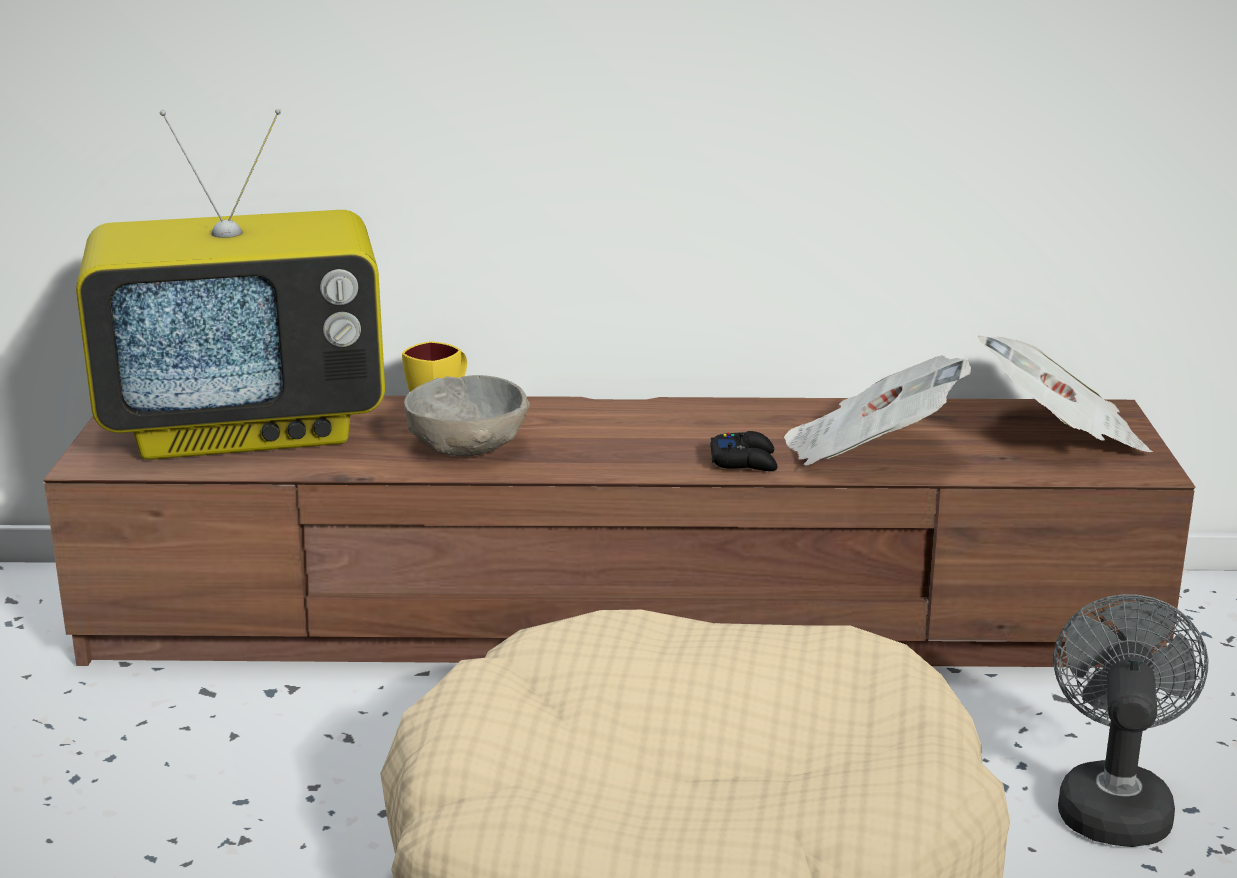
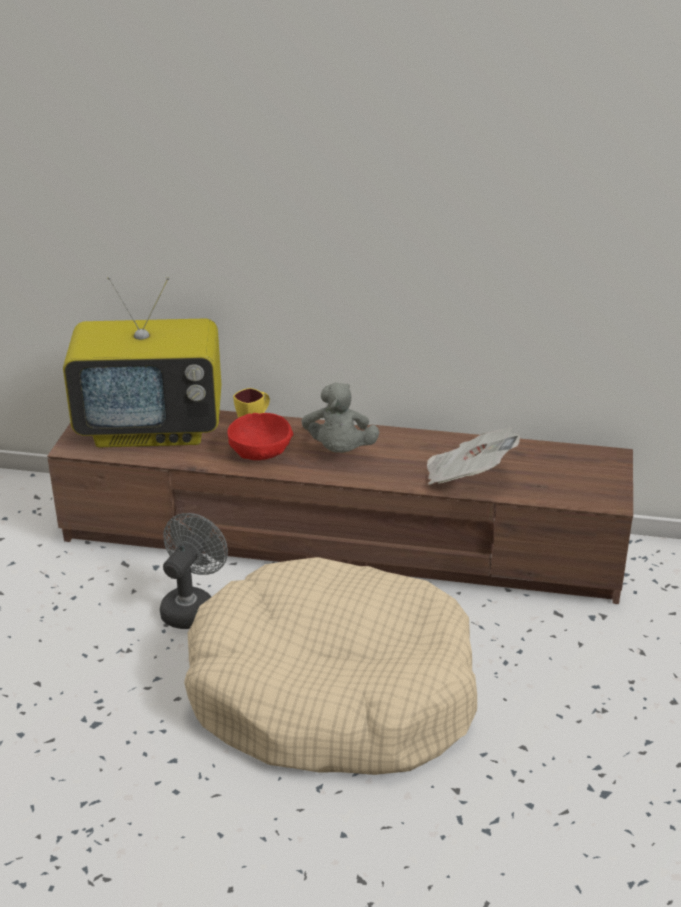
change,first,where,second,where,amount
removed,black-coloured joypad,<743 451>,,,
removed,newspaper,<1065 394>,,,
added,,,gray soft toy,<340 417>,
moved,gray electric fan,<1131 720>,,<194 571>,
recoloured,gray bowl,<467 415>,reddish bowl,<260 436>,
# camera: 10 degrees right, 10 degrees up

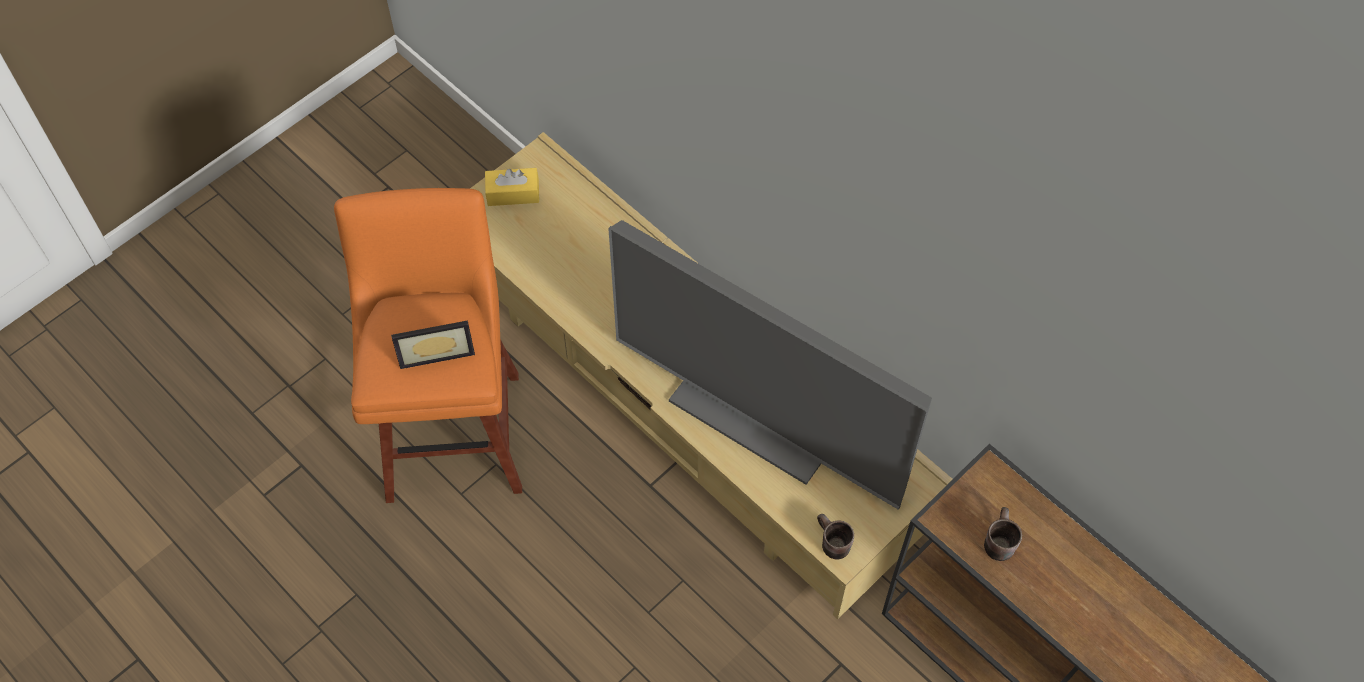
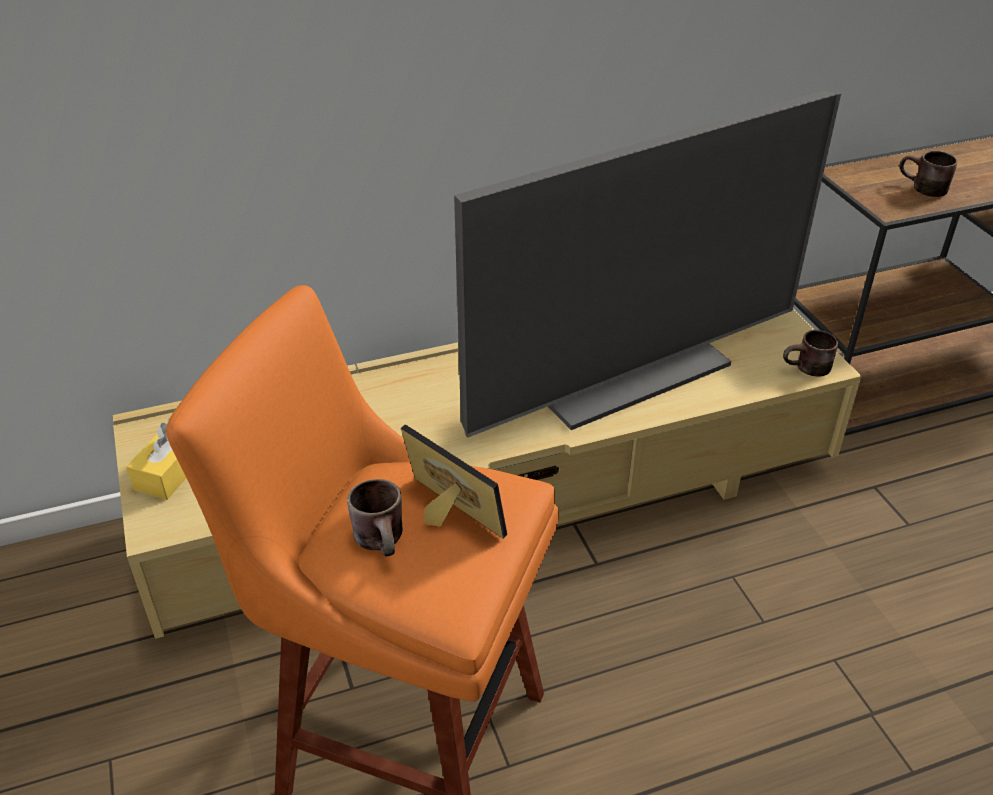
change,first,where,second,where,amount
added,,,brown mug,<375 518>,
turned,photo frame,<433 344>,,<454 482>,60 degrees counterclockwise
# camera: 65 degrees left, 20 degrees down

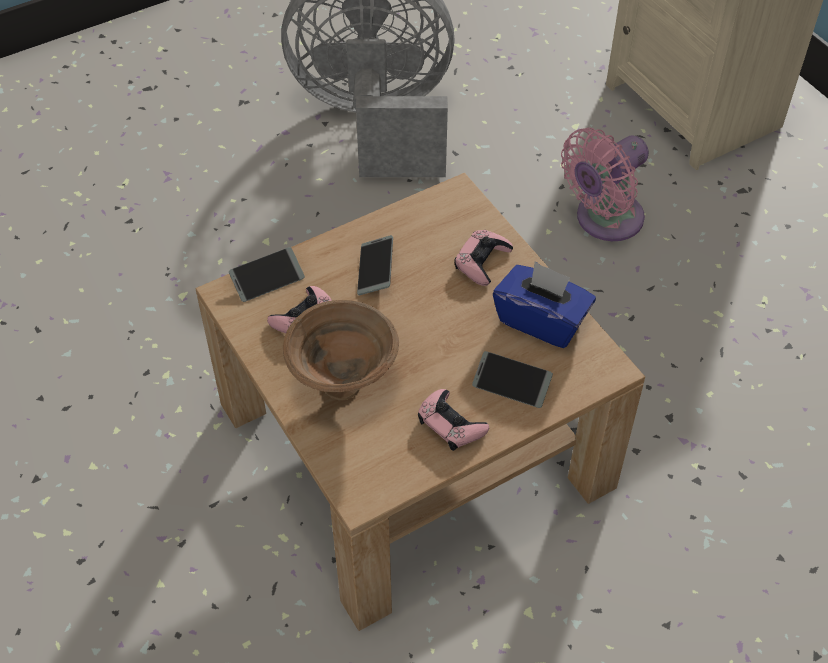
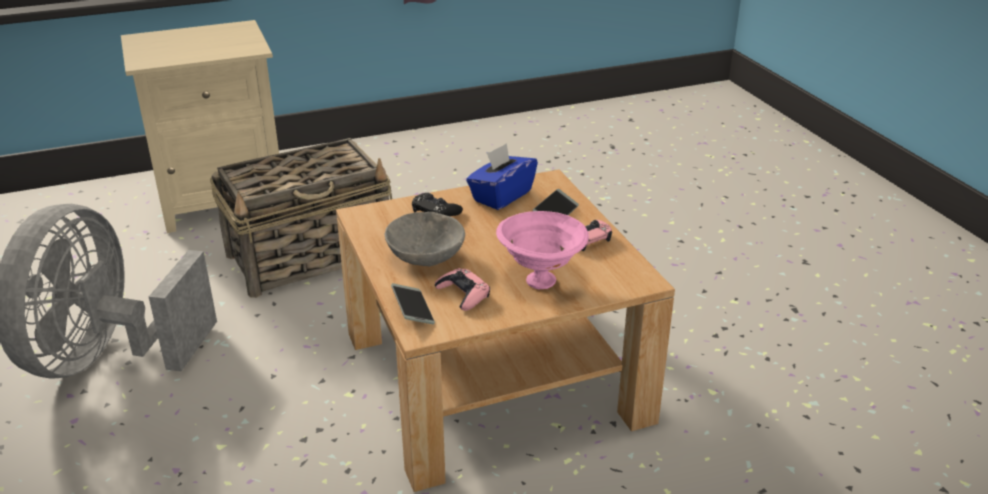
change,first,where,second,where,amount
replaced,telephone,<375 265>,gray bowl,<424 239>,
replaced,pink-coloured electric fan,<605 184>,basket,<301 218>,
recoloured,brown bowl,<341 350>,pink-coloured bowl,<542 250>,
recoloured,pink-coloured joypad,<483 258>,black-coloured joypad,<437 204>,
# camera: 80 degrees left, 20 degrees down

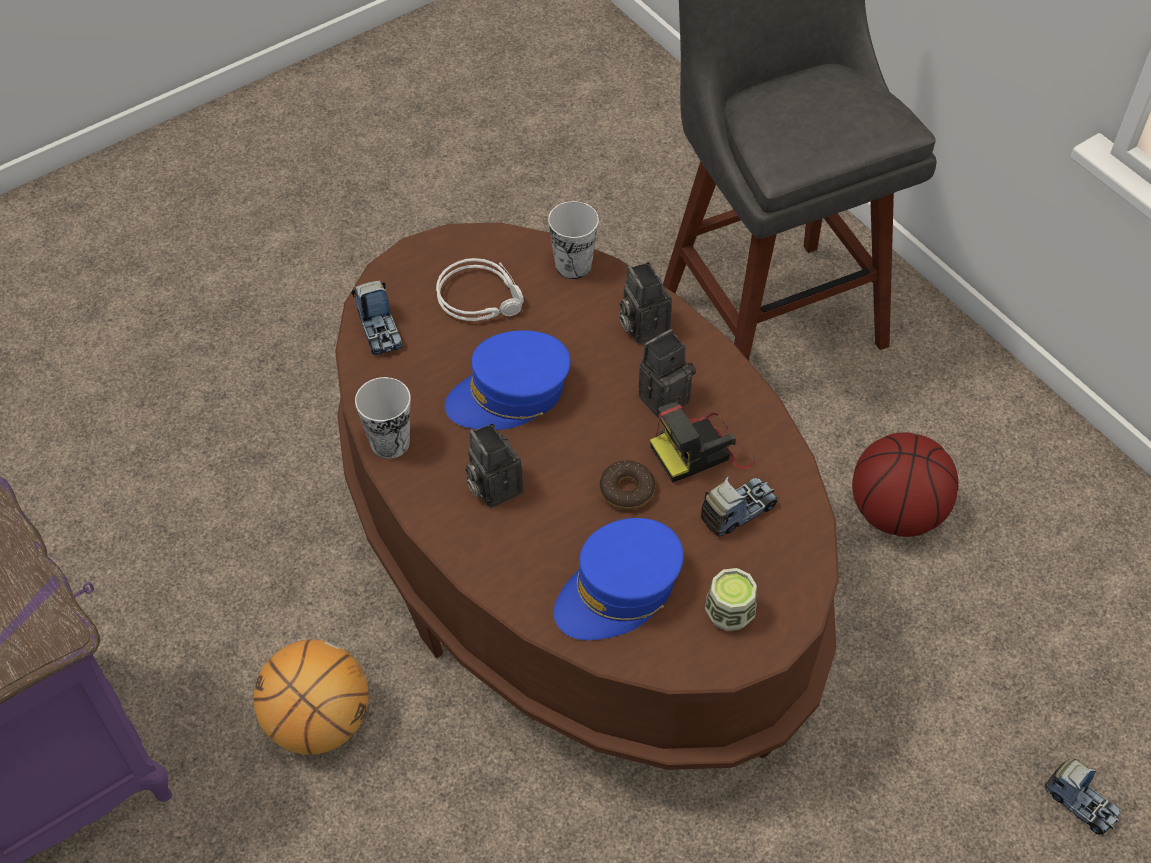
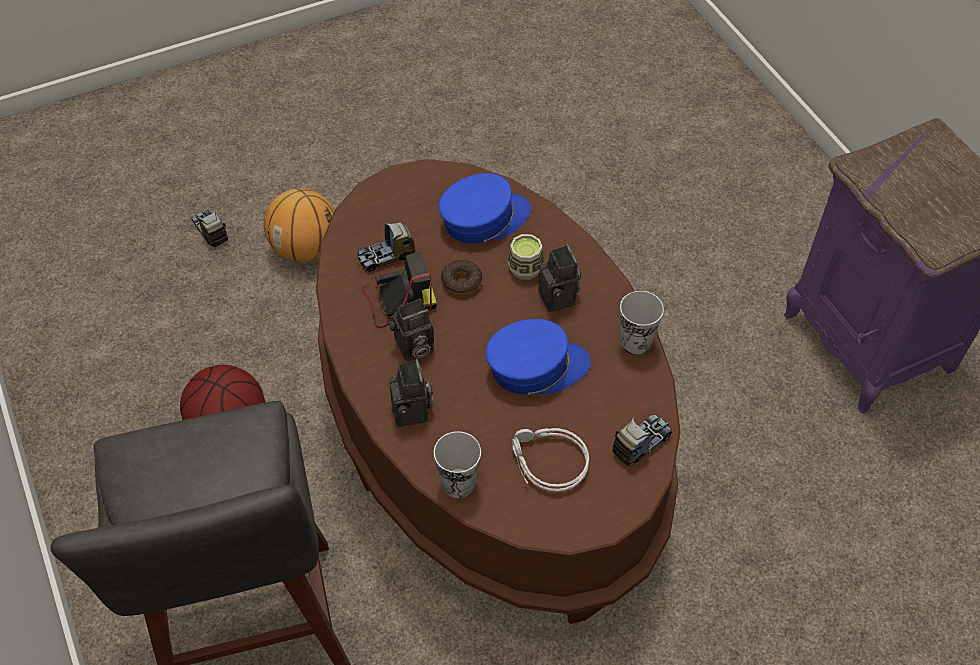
change,first,where,second,where,amount
moved,basketball,<311 697>,,<299 225>,
moved,drinking cup,<731 599>,,<525 257>,
turned,toy lorry,<377 317>,,<642 440>,60 degrees clockwise
# camera: 170 degrees left, 0 degrees up

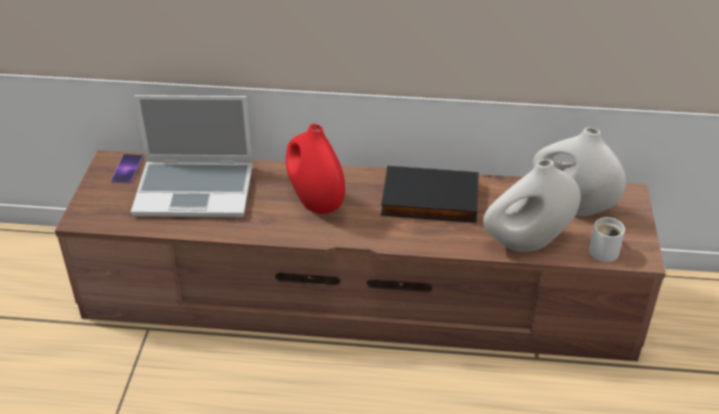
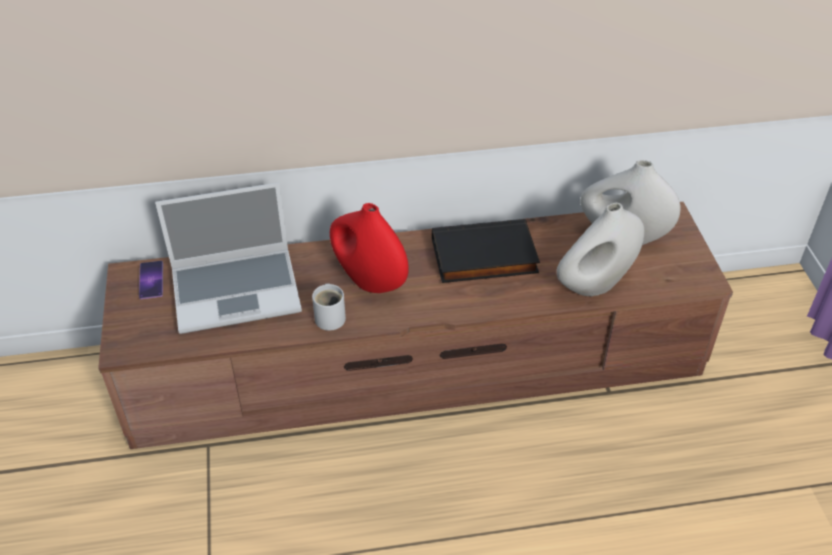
change,first,where,second,where,amount
moved,white mug,<607 239>,,<329 307>,
# camera: 15 degrees left, 5 degrees up

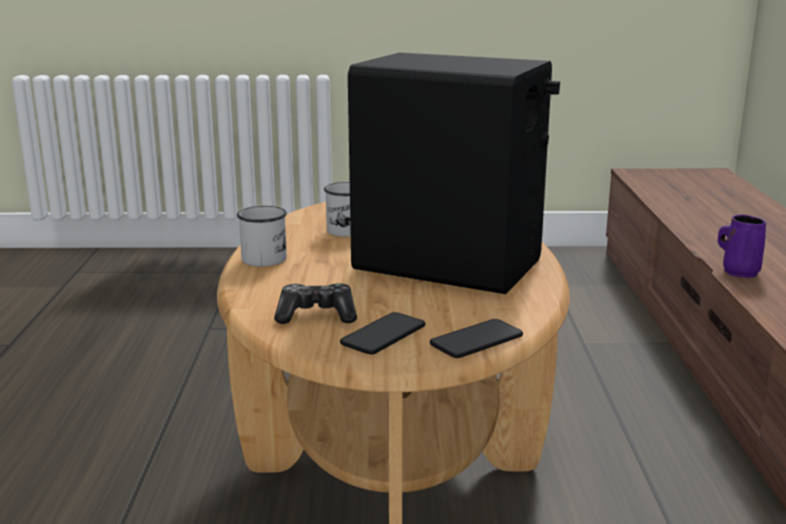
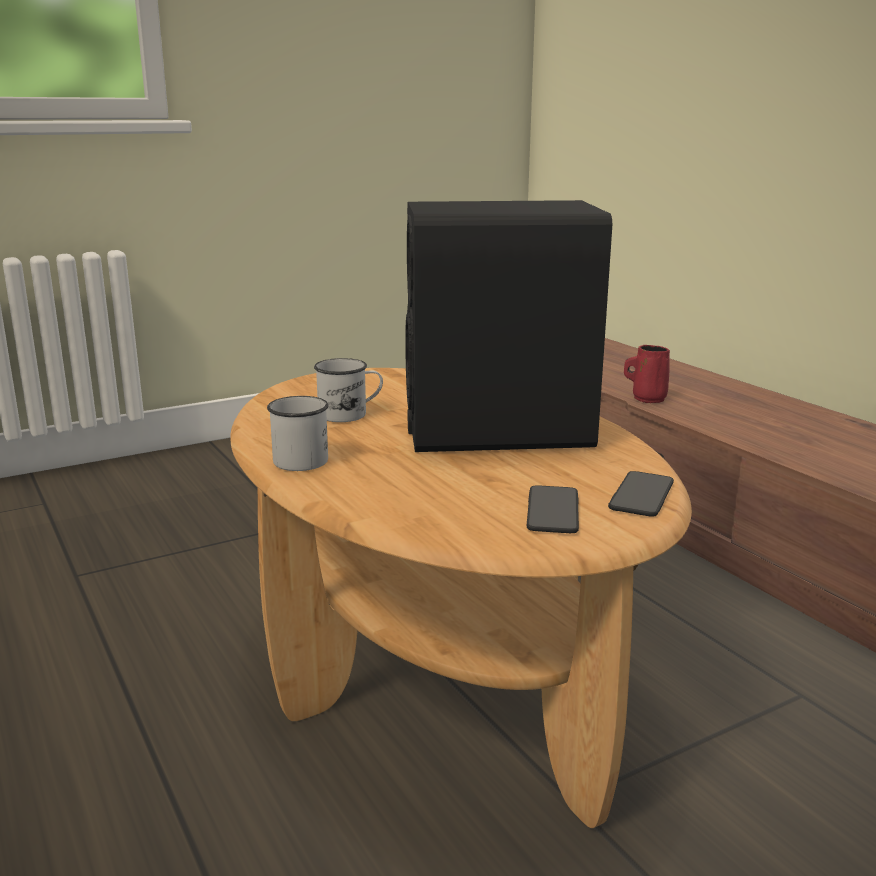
change,first,where,second,where,amount
removed,joypad,<315 303>,,,
recoloured,purple-coloured mug,<742 246>,reddish mug,<647 374>,
# camera: 30 degrees left, 0 degrees up

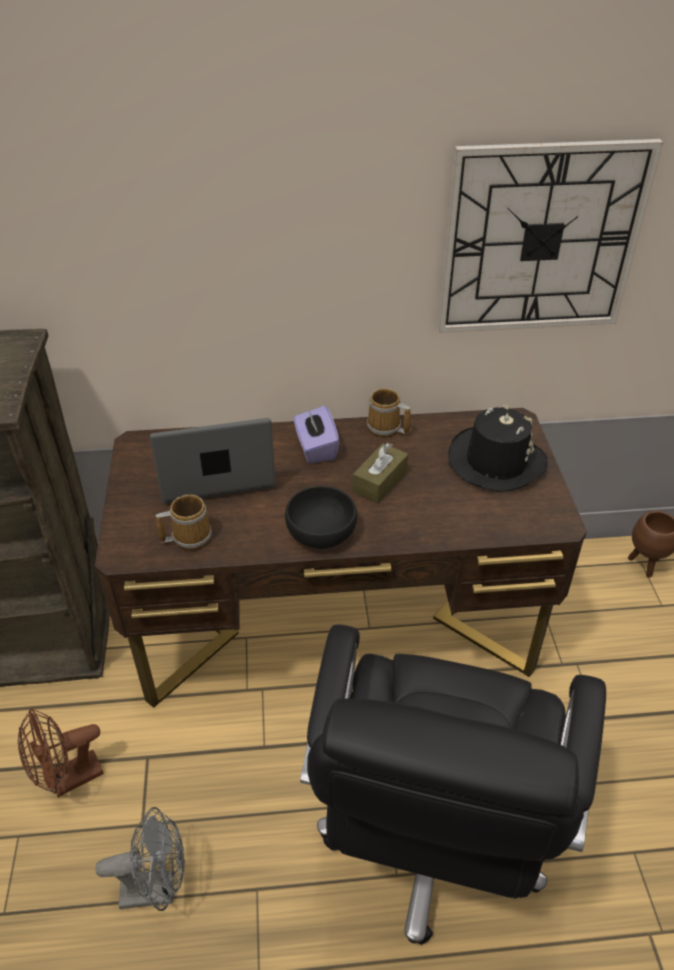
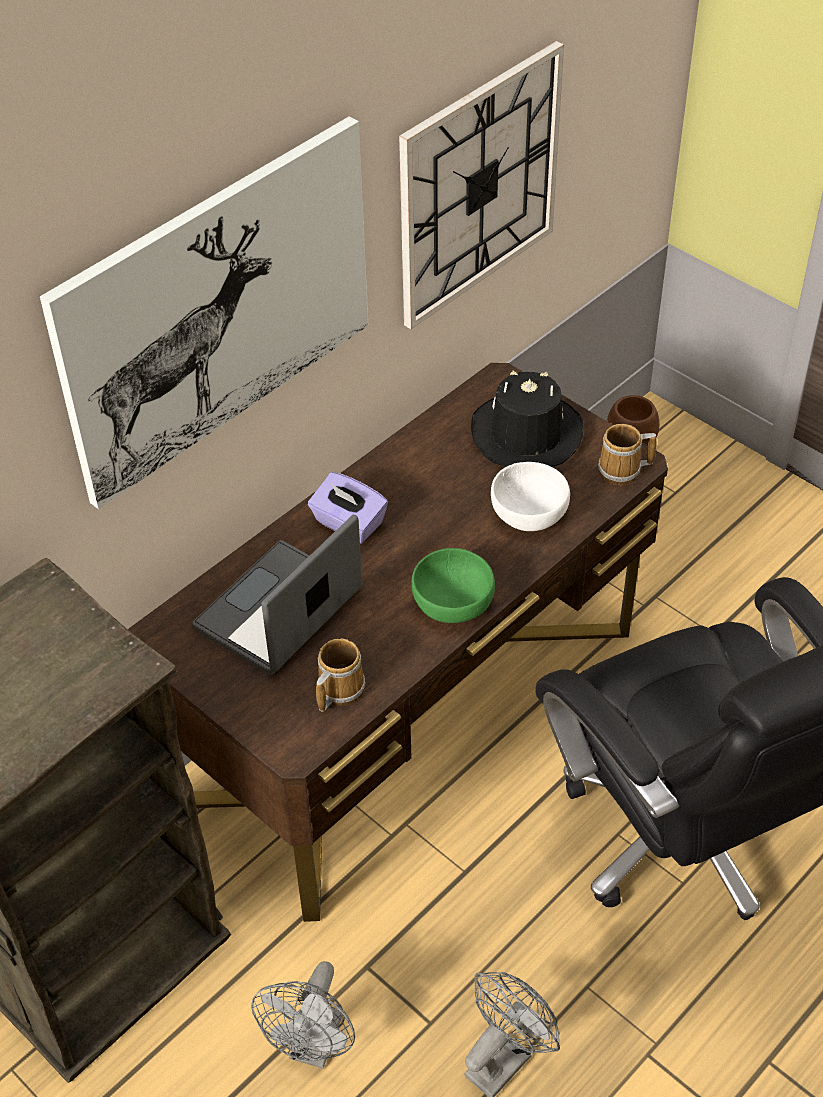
change,first,where,second,where,amount
removed,brown tissue holder,<380 473>,,,
added,,,picture,<204 312>,
added,,,white bowl,<530 496>,
moved,mug,<389 413>,,<627 454>,
recoloured,brown electric fan,<60 752>,gray electric fan,<303 1015>,
recoloured,black-coloured bowl,<321 517>,greenish bowl,<453 585>,
# camera: 40 degrees left, 5 degrees up

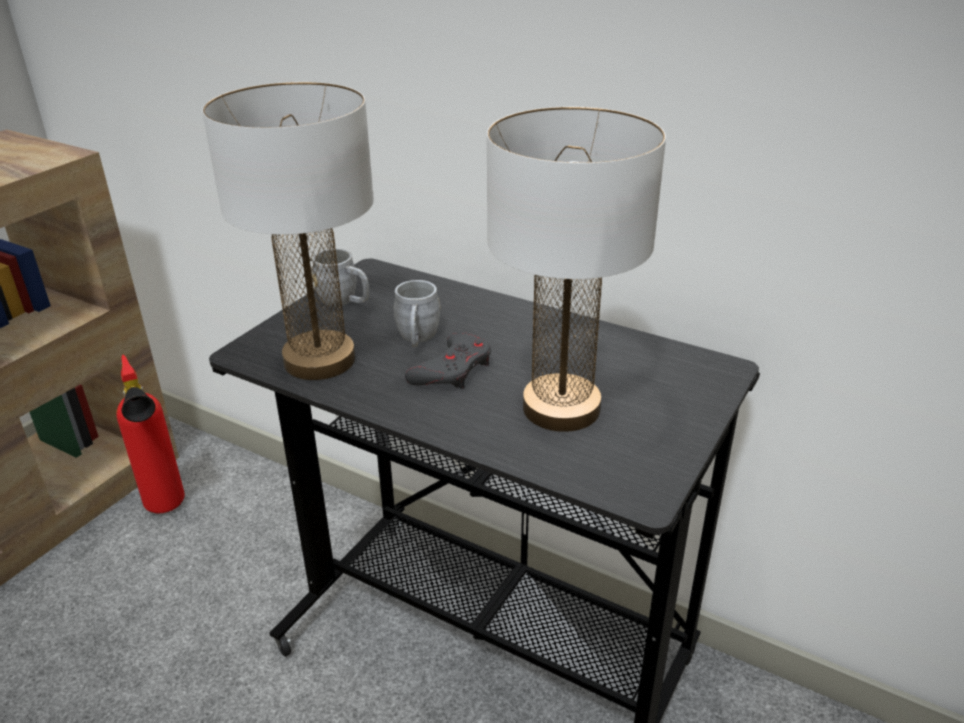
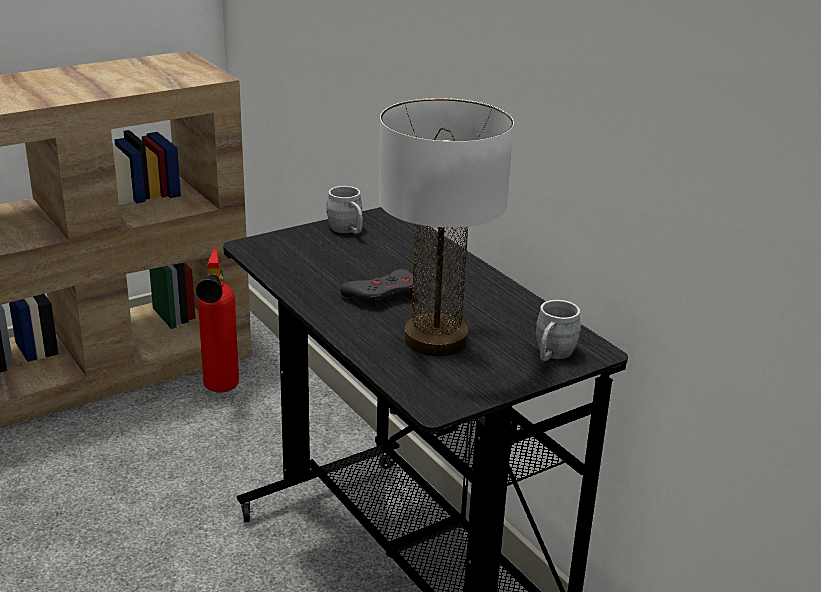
change,first,where,second,where,amount
removed,tabletop lamp,<288 231>,,,
moved,gray mug,<417 313>,,<558 330>,
# camera: 25 degrees right, 5 degrees down

